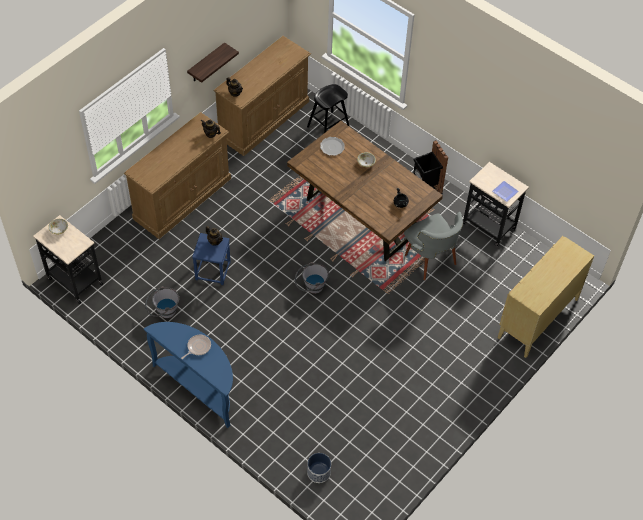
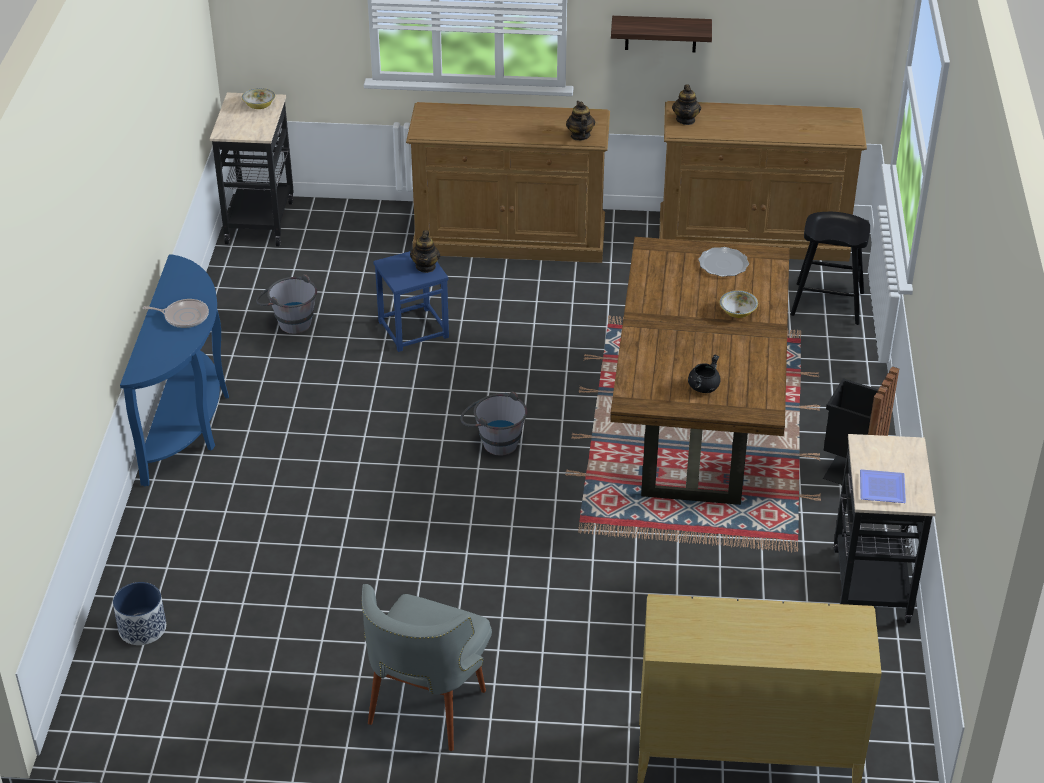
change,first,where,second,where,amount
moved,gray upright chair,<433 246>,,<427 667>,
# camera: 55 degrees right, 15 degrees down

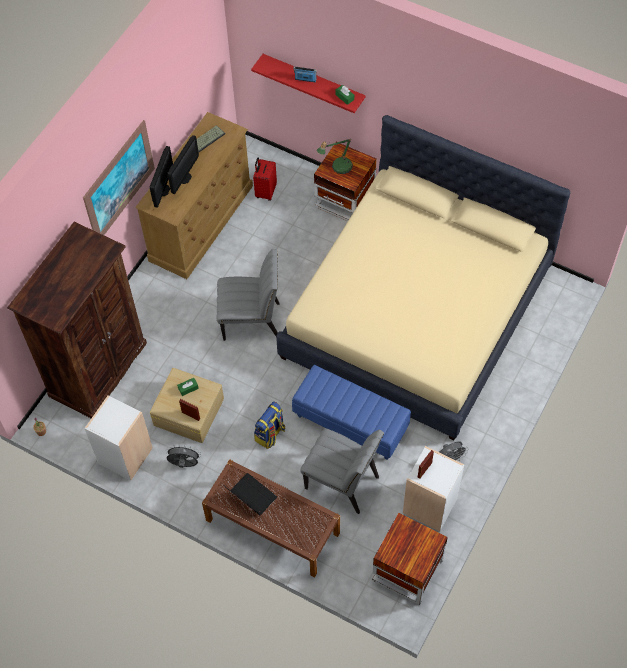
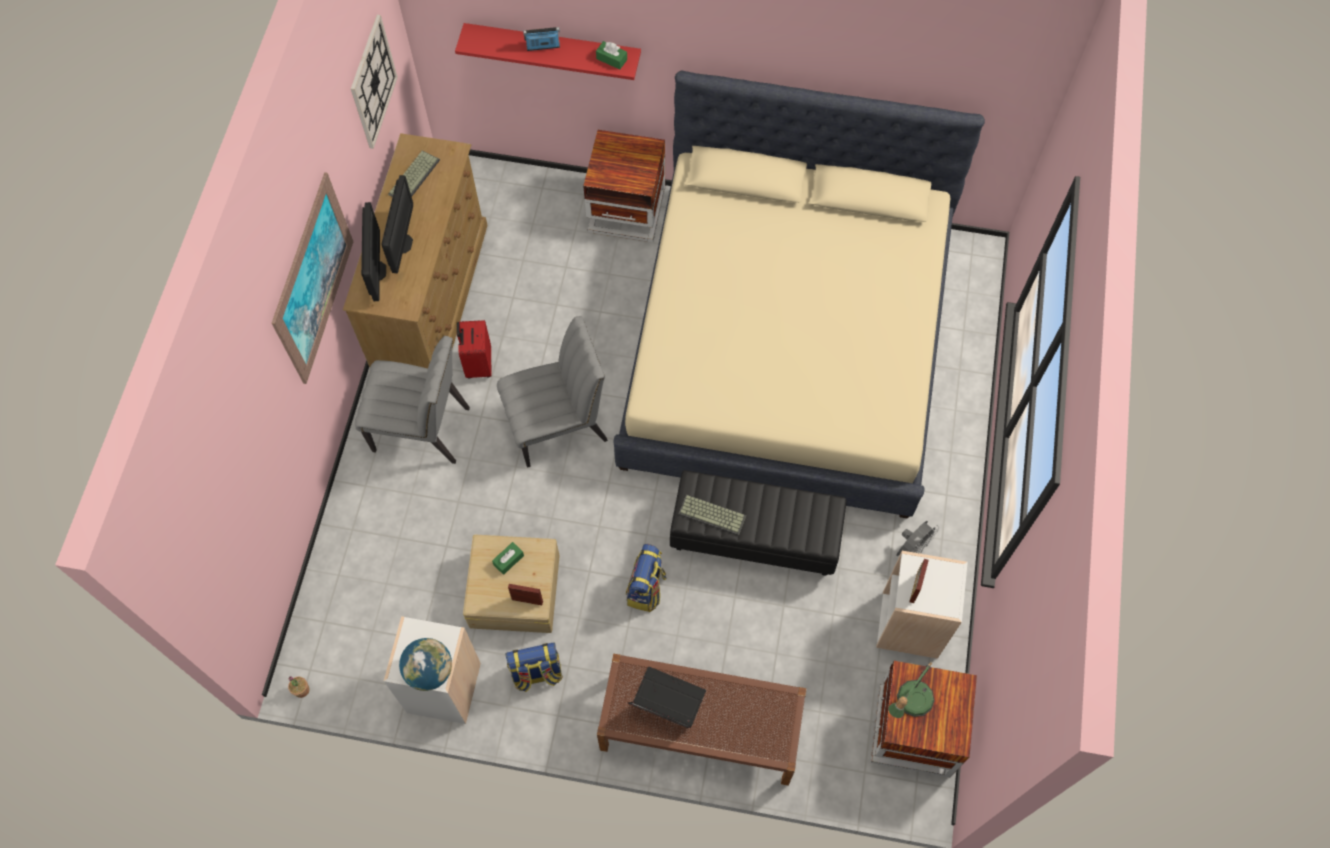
change,first,where,second,where,amount
removed,brown clothes cupboard,<77 320>,,,
added,,,hanging clock,<374 82>,
added,,,world globe,<425 664>,
added,,,keyboard,<712 515>,
moved,reddish suitcase,<265 179>,,<474 349>,
moved,gray upright chair,<342 471>,,<412 400>,
moved,tabletop lamp,<335 156>,,<911 689>,
replaced,gray electric fan,<183 456>,backpack,<534 667>,
recoloured,blue-coloured pouffe,<351 412>,black-coloured pouffe,<758 523>,
# camera: 20 degrees left, 5 degrees up

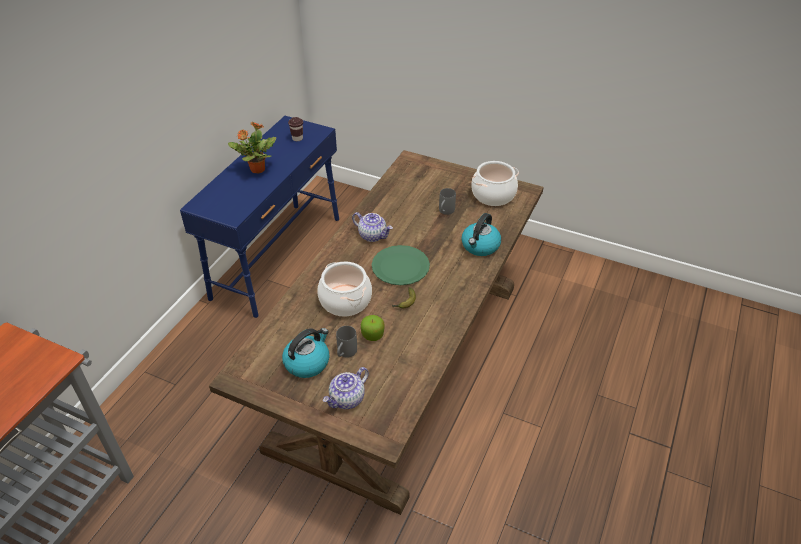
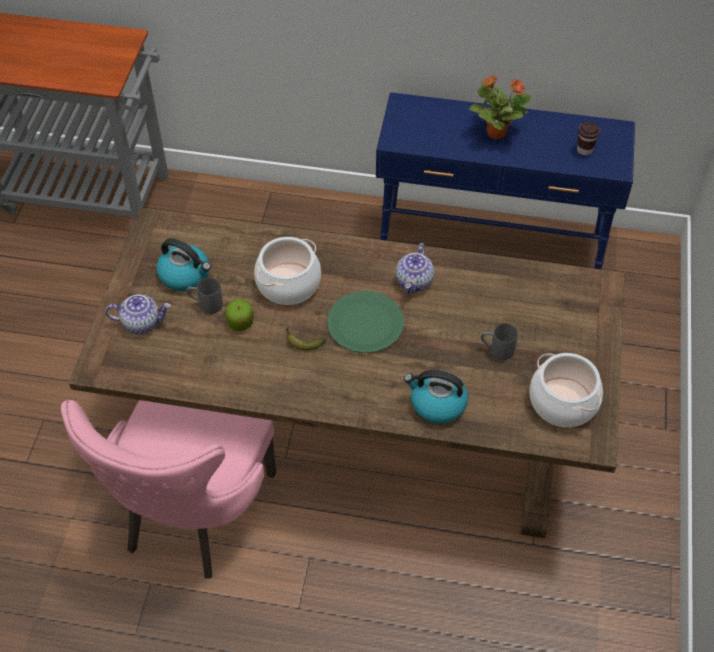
change,first,where,second,where,amount
added,,,pink-coloured upright chair,<168 489>,
turned,pot for tea,<346 388>,,<138 314>,150 degrees clockwise
# camera: 75 degrees right, 10 degrees up

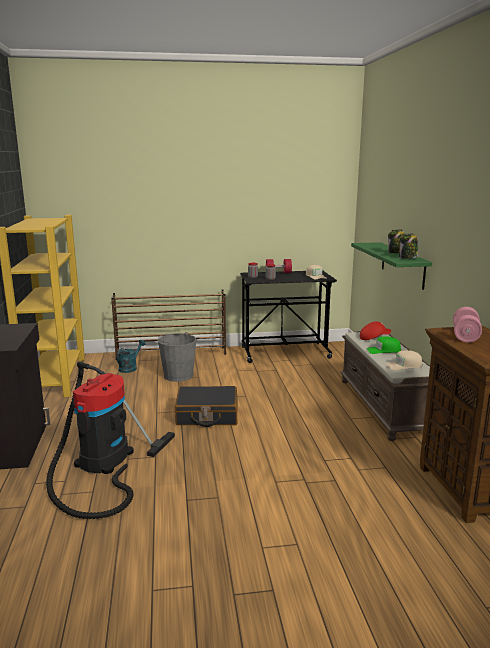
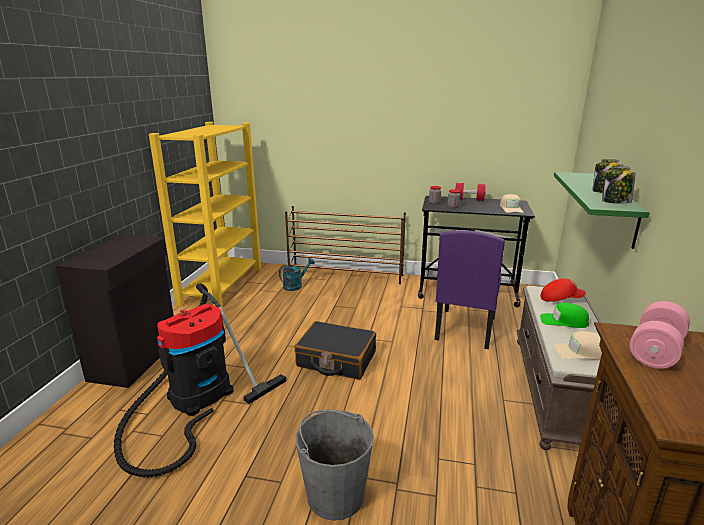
change,first,where,second,where,amount
added,,,purple-coloured upright chair,<470 289>,
moved,gray pail,<177 357>,,<335 465>,
# camera: 20 degrees right, 5 degrees up

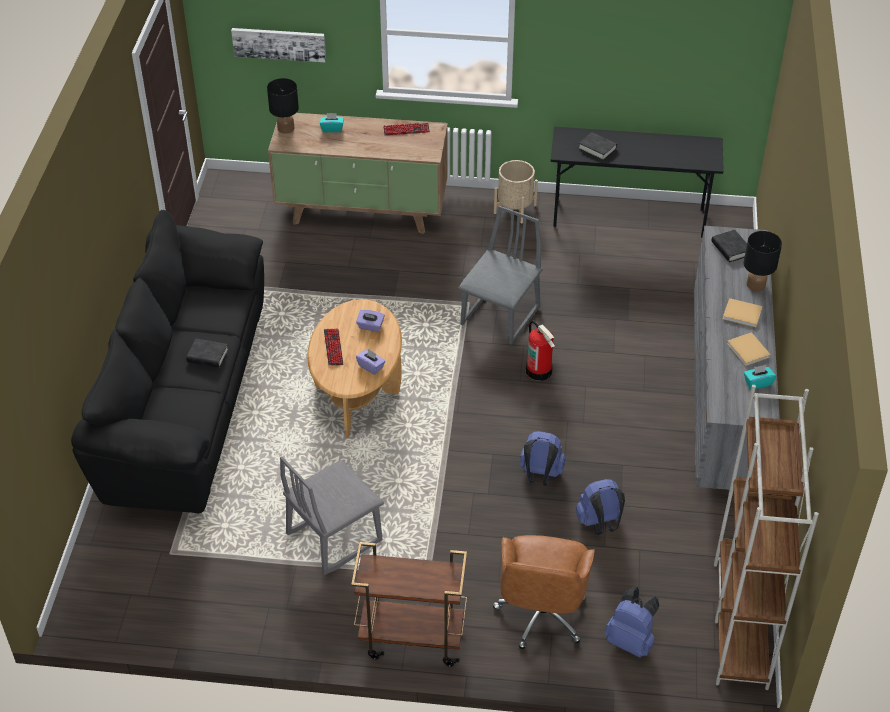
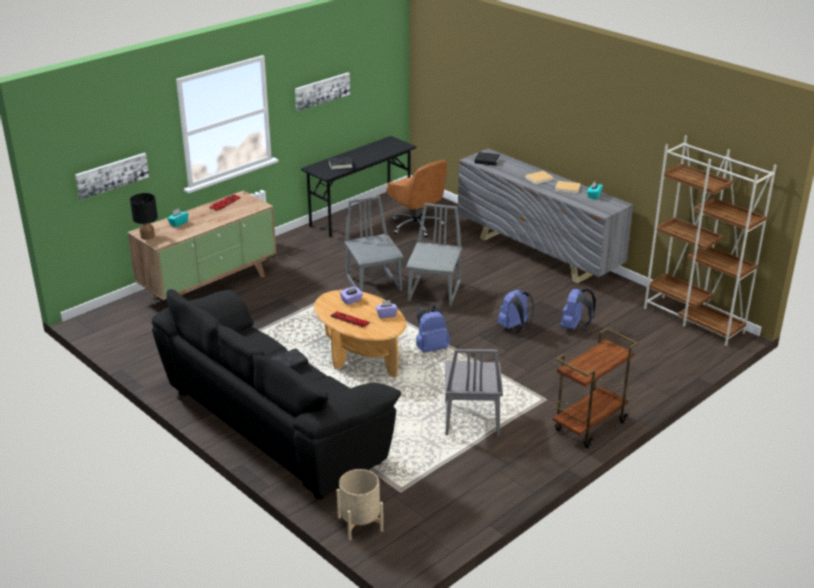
change,first,where,second,where,amount
removed,black-coloured tabletop lamp,<763 261>,,,
added,,,picture,<322 91>,
moved,brown desk chair,<544 592>,,<416 198>,
moved,beige flower pot,<516 191>,,<360 504>,
moved,blue-coloured backpack,<632 622>,,<433 329>,
replaced,fire extinguisher,<540 351>,gray upright chair,<434 254>,
# camera: 50 degrees left, 15 degrees down

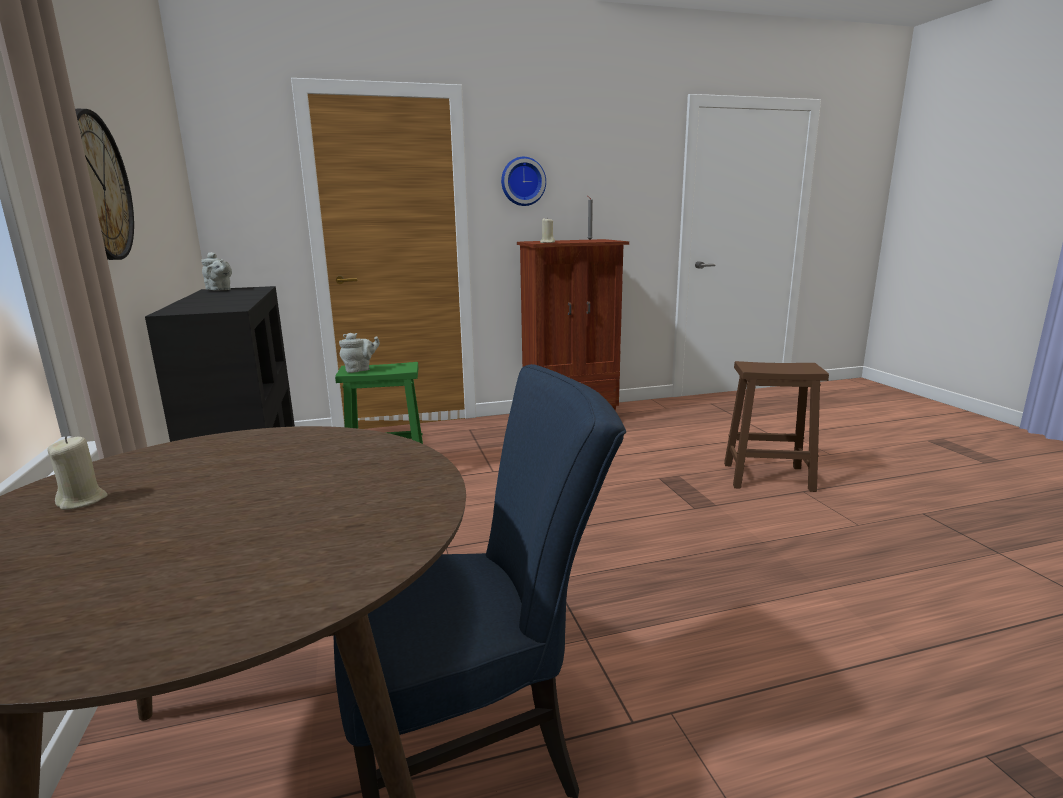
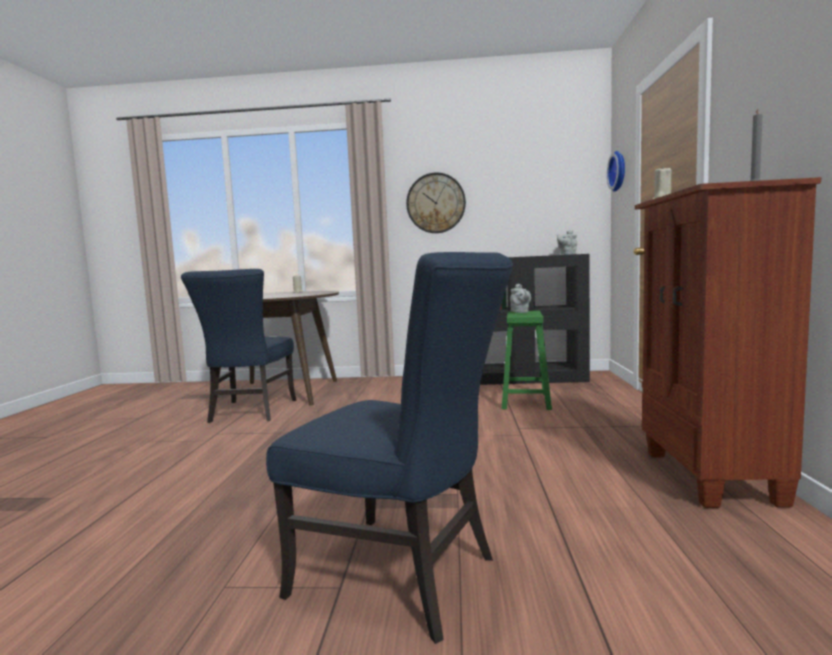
change,first,where,second,where,amount
moved,hanging clock,<523 181>,,<616 171>,
replaced,brown sitting stool,<776 426>,blue-coloured upright chair,<389 448>,
# camera: 110 degrees right, 10 degrees down

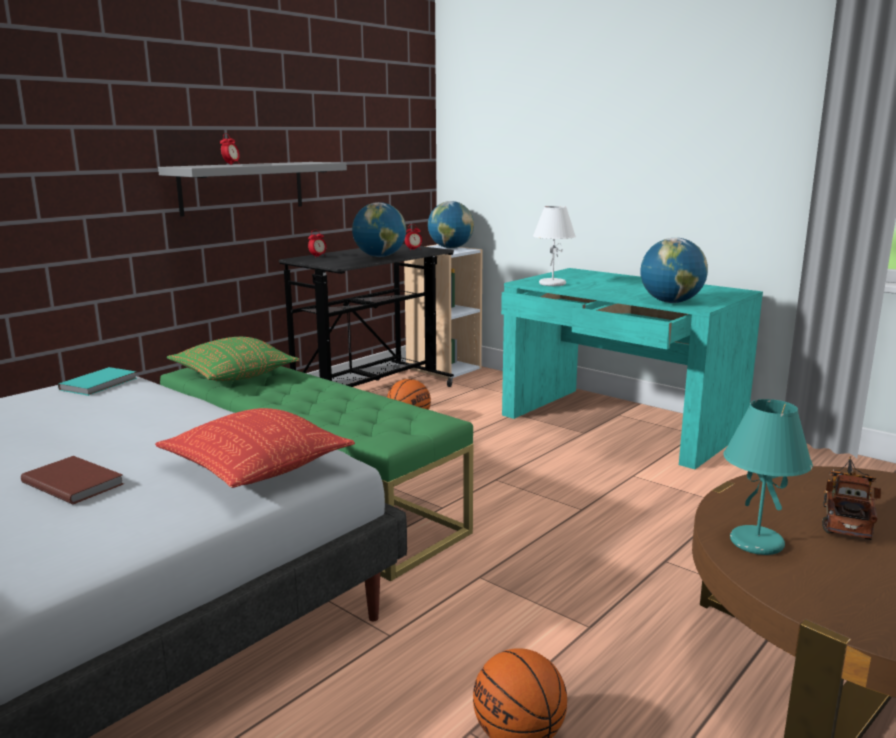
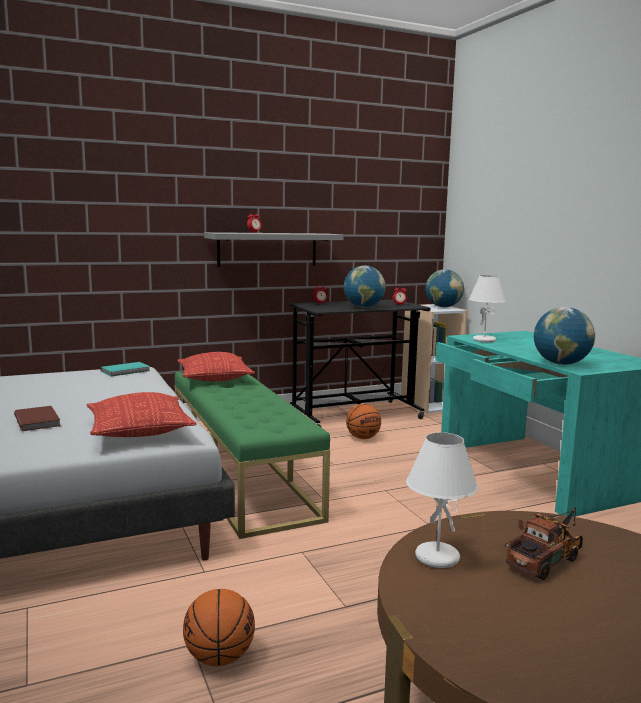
change,first,where,second,where,amount
recoloured,greenish throw pillow,<233 359>,reddish throw pillow,<216 366>,
recoloured,turquoise tabletop lamp,<768 477>,white tabletop lamp,<442 500>,
# camera: 25 degrees right, 5 degrees down

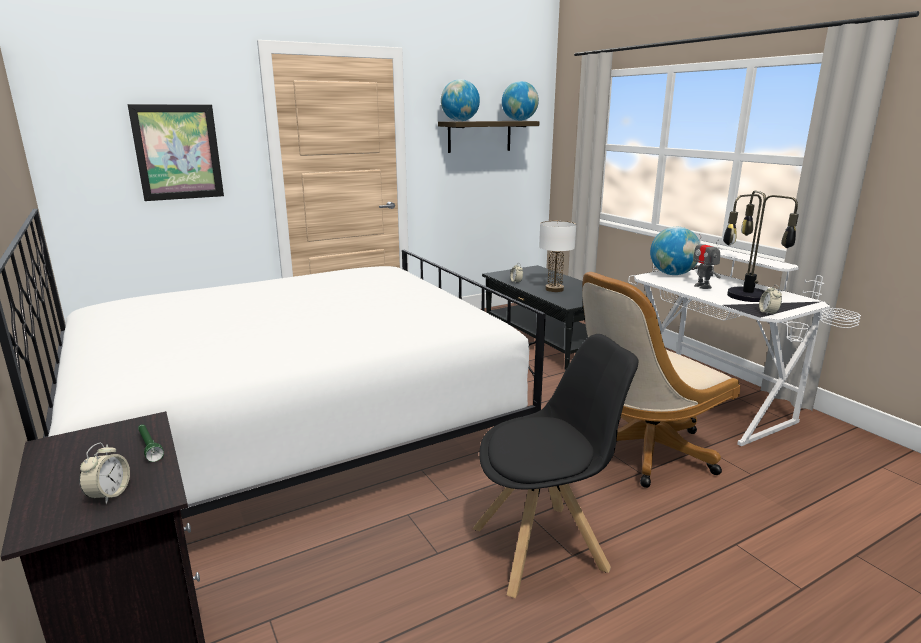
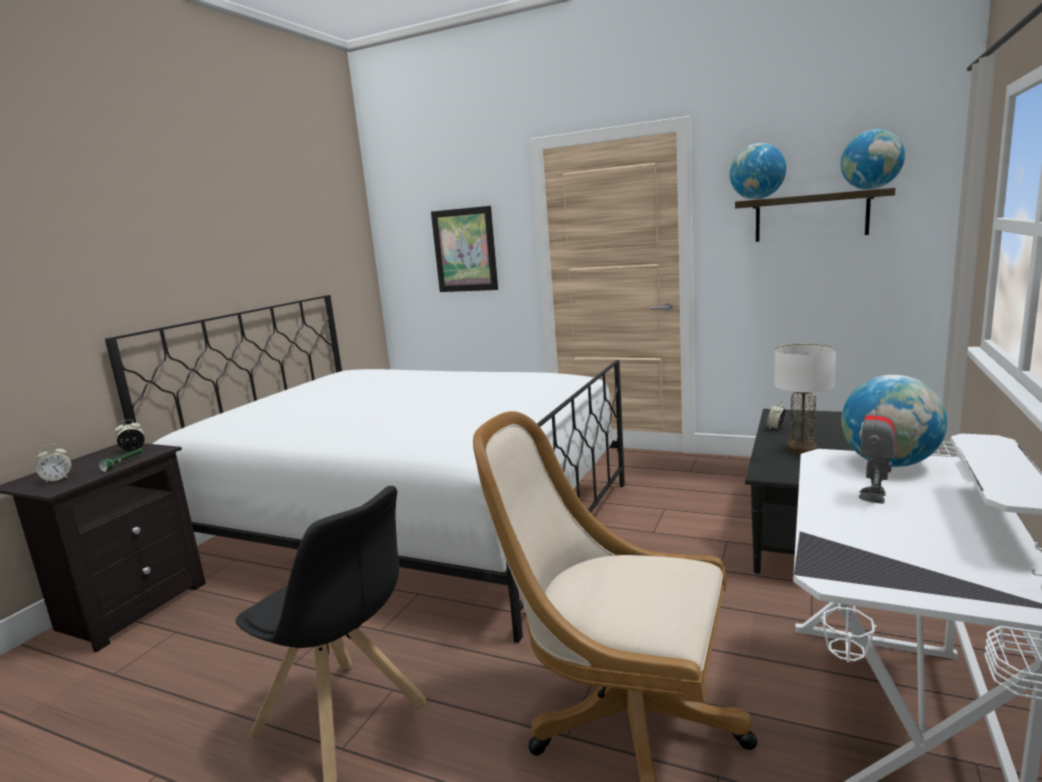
change,first,where,second,where,amount
removed,tabletop lamp,<761 246>,,,
moved,bedside clock,<770 300>,,<130 435>,
# camera: 55 degrees right, 5 degrees down

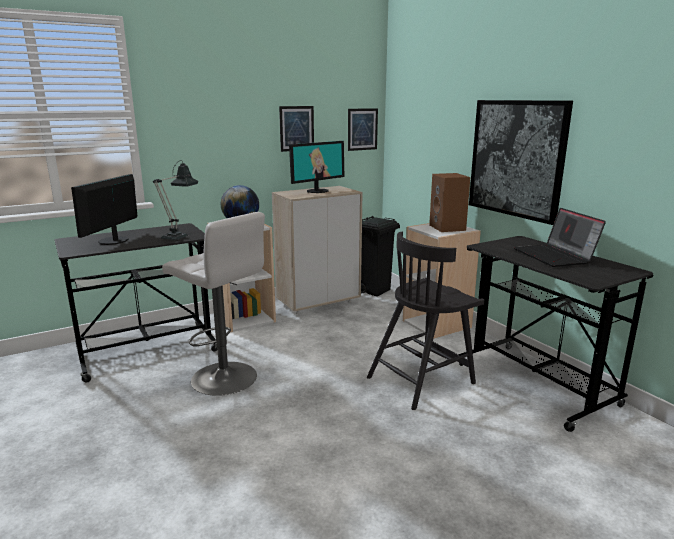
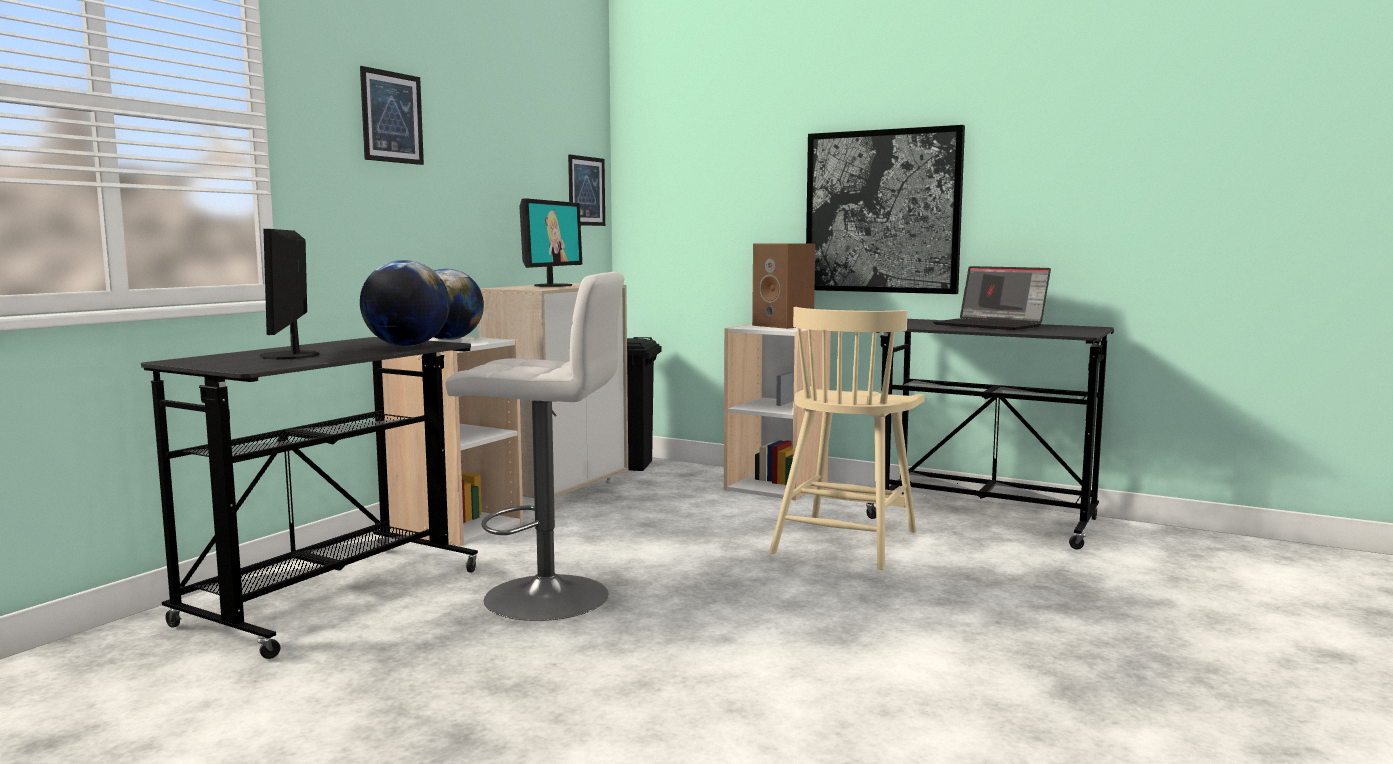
change,first,where,second,where,amount
moved,picture,<296 129>,,<392 115>,
replaced,tabletop lamp,<175 200>,world globe,<405 303>,
recoloured,black-coloured upright chair,<425 321>,beige upright chair,<846 438>,
# camera: 30 degrees left, 10 degrees down

